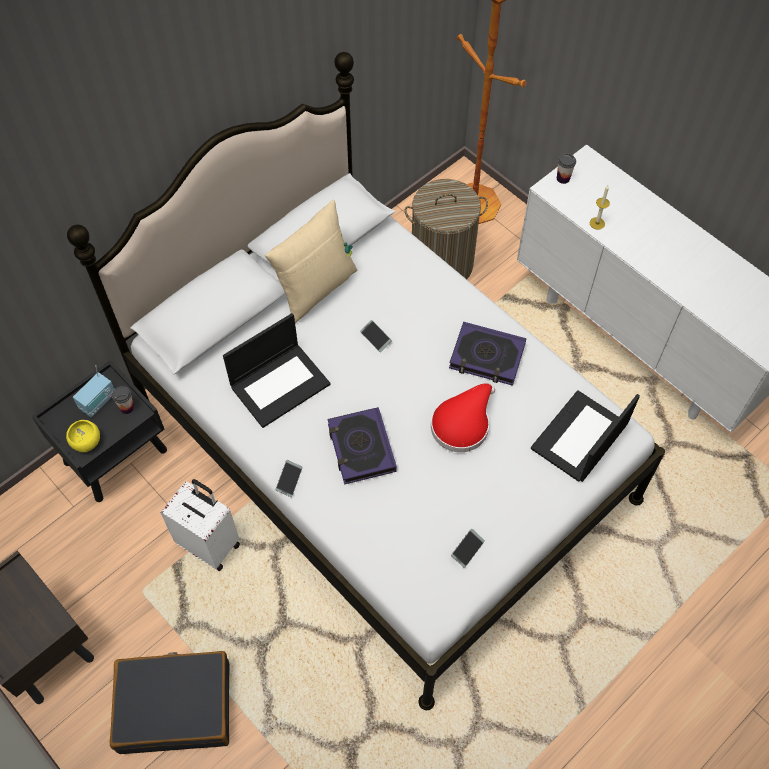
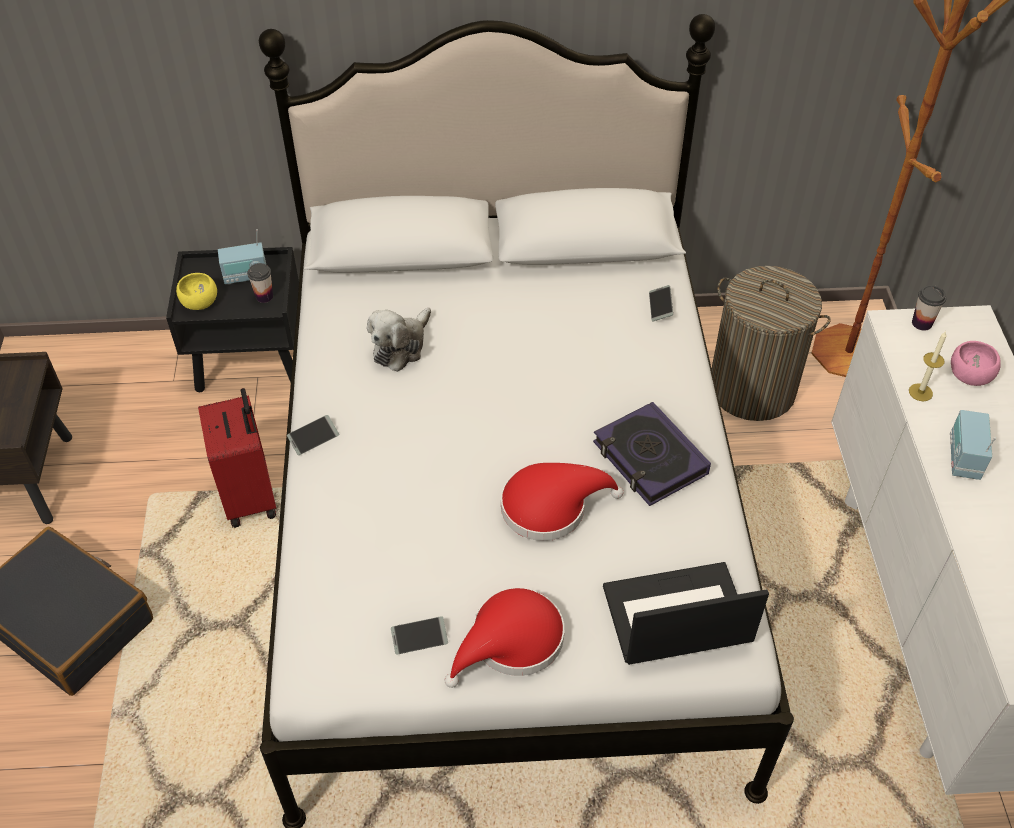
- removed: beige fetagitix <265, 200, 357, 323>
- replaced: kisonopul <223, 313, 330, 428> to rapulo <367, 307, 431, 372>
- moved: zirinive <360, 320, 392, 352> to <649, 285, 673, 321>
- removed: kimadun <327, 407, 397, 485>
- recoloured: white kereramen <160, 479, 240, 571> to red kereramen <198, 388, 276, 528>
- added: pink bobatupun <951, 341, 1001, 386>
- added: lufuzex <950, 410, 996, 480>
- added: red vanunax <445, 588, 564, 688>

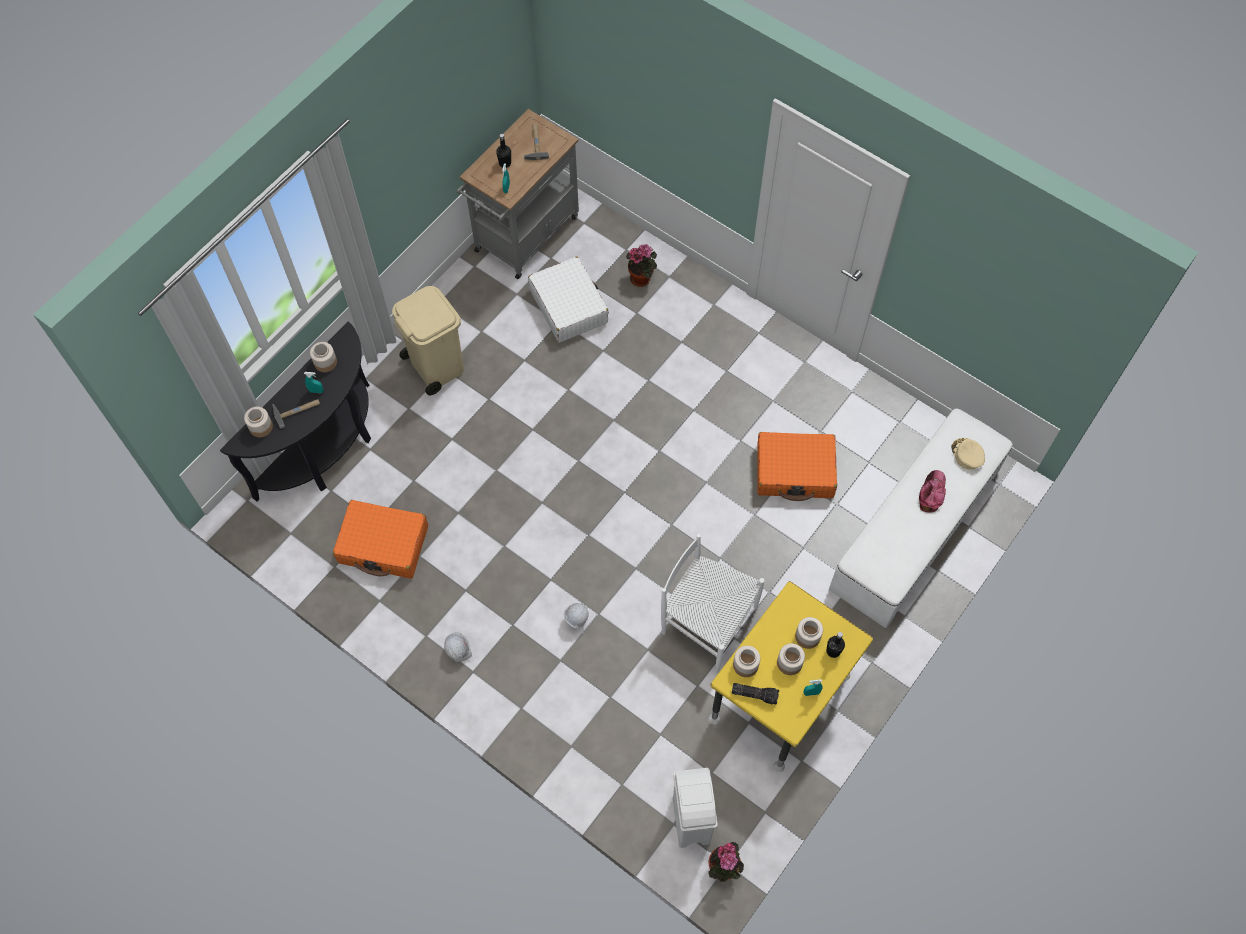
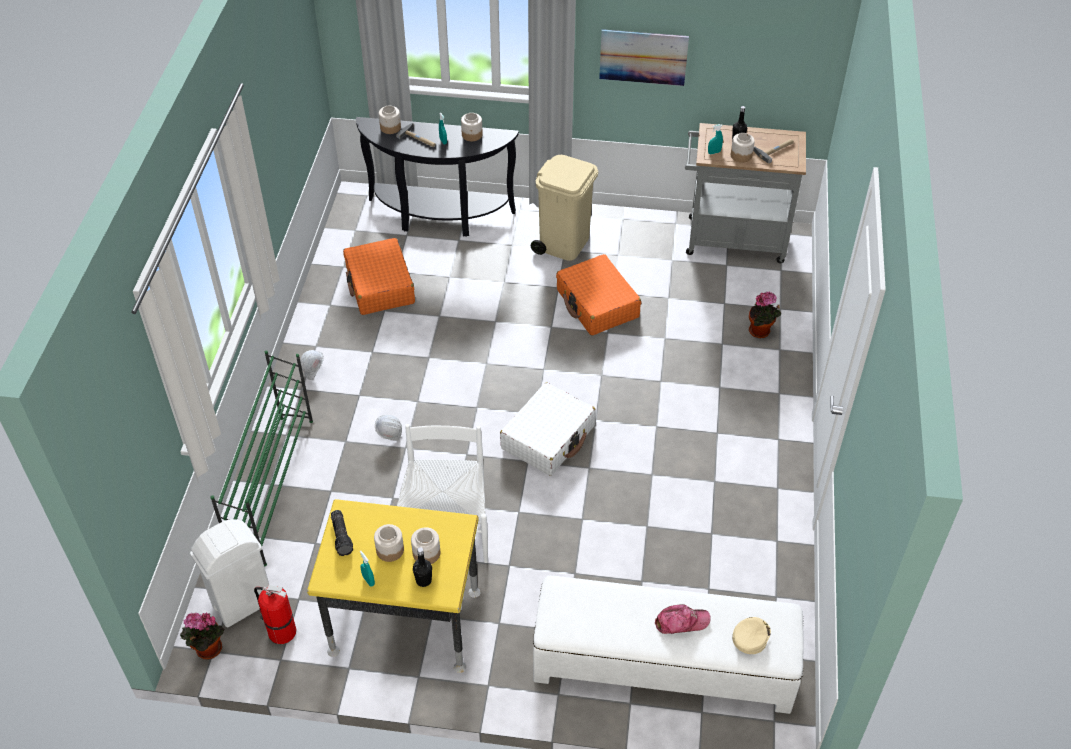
- moved: white kereramen <528, 257, 609, 343> to <500, 382, 596, 476>
- moved: orange kereramen <757, 432, 837, 501> to <556, 254, 641, 336>
- moved: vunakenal <733, 646, 760, 677> to <731, 133, 755, 163>
- added: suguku <599, 29, 689, 86>
- added: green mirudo <210, 350, 313, 566>
- added: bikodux <254, 585, 296, 644>

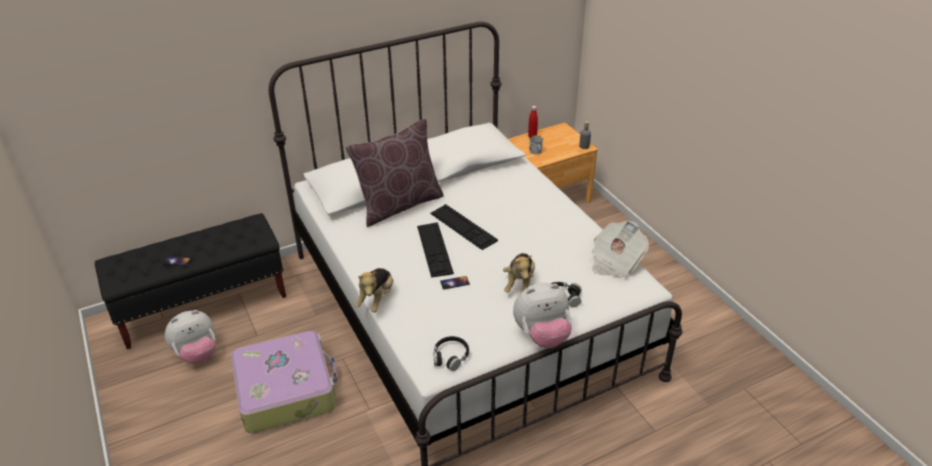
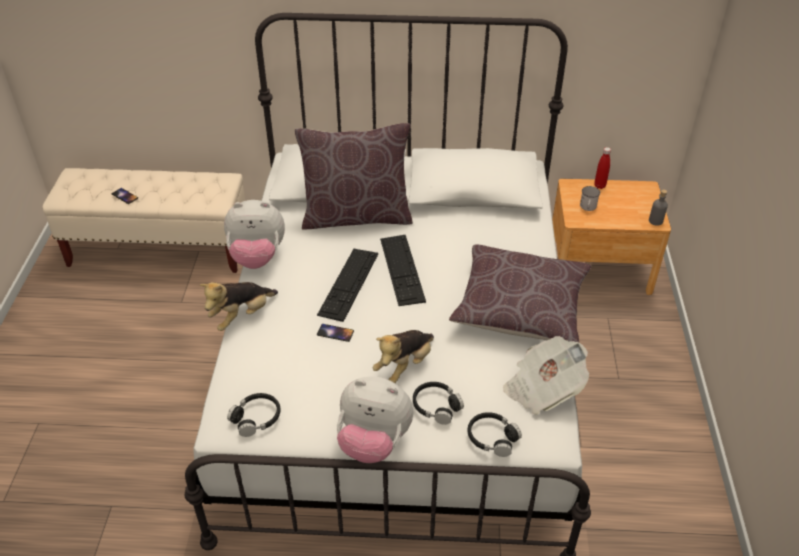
- recoloured: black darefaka <95, 213, 286, 349> to beige darefaka <42, 168, 245, 273>
- moved: rapulo <165, 310, 215, 364> to <224, 200, 285, 269>
- removed: kereramen <231, 331, 337, 433>
- added: brown fetagitix <449, 245, 591, 343>
- added: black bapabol <468, 412, 522, 457>

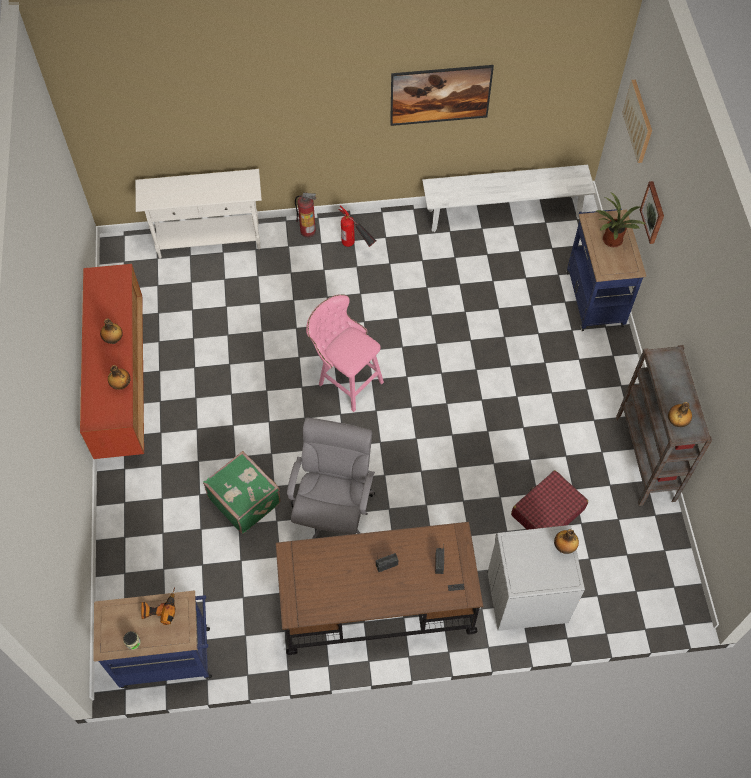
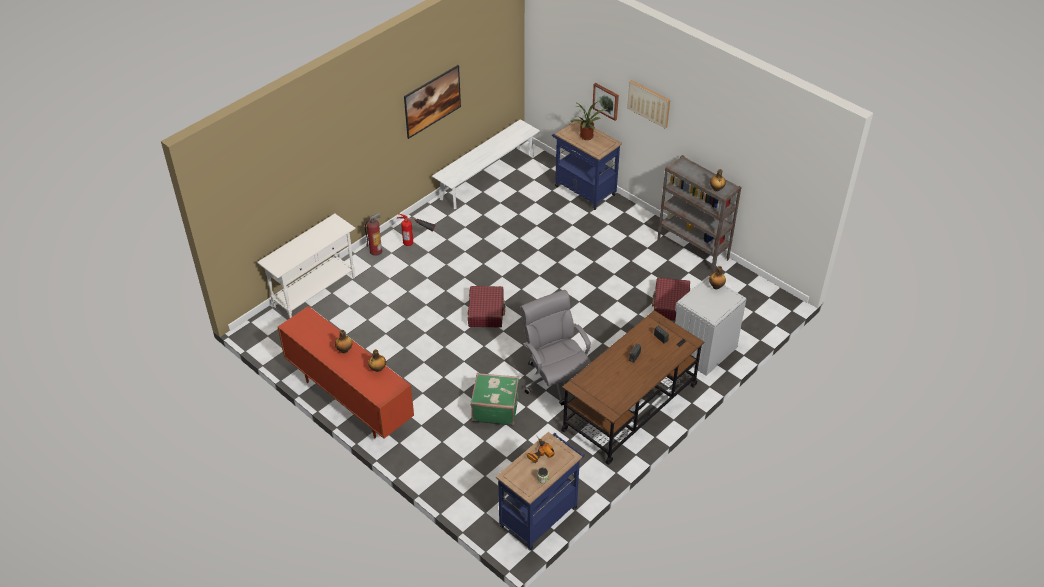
- moved: suguku <622, 80, 652, 163> to <627, 80, 670, 129>
- replaced: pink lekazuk <306, 294, 384, 412> to red kereramen <468, 286, 505, 328>

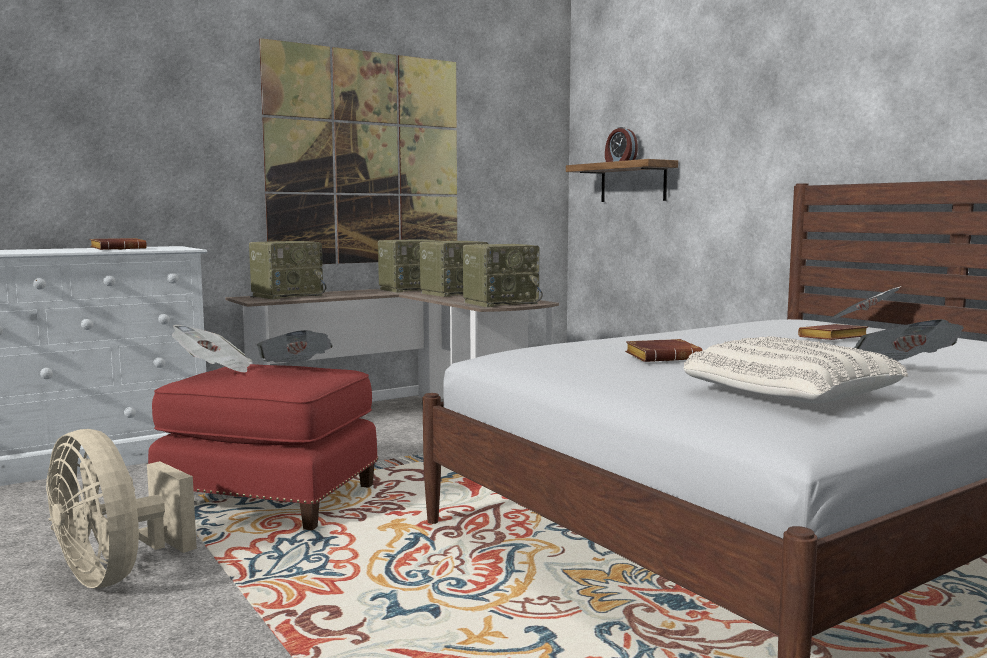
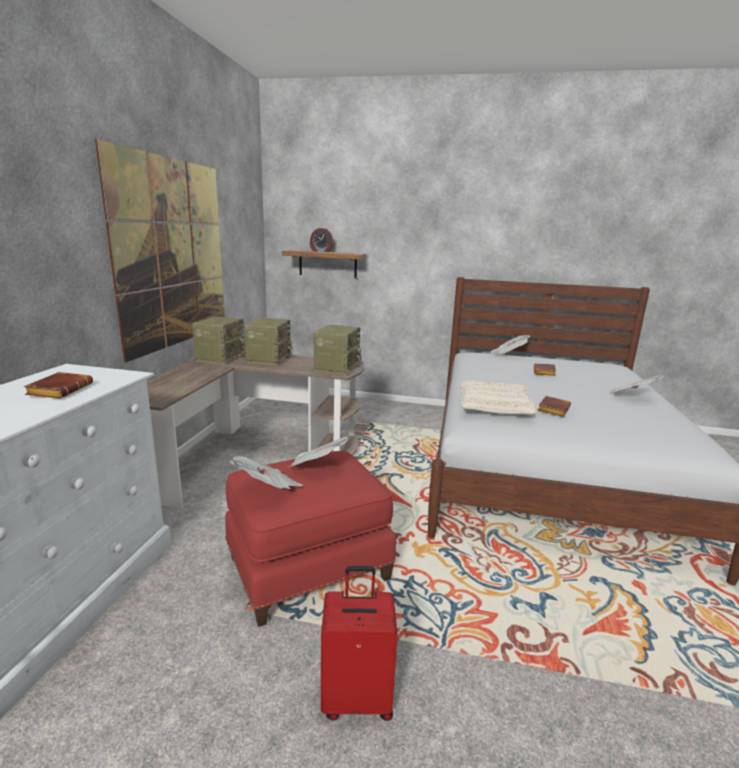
- removed: lufuzex <249, 241, 327, 300>
- moved: beige fetagitix <684, 336, 908, 403> to <460, 380, 537, 415>
- replaced: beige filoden <46, 429, 197, 588> to red kereramen <321, 566, 398, 721>

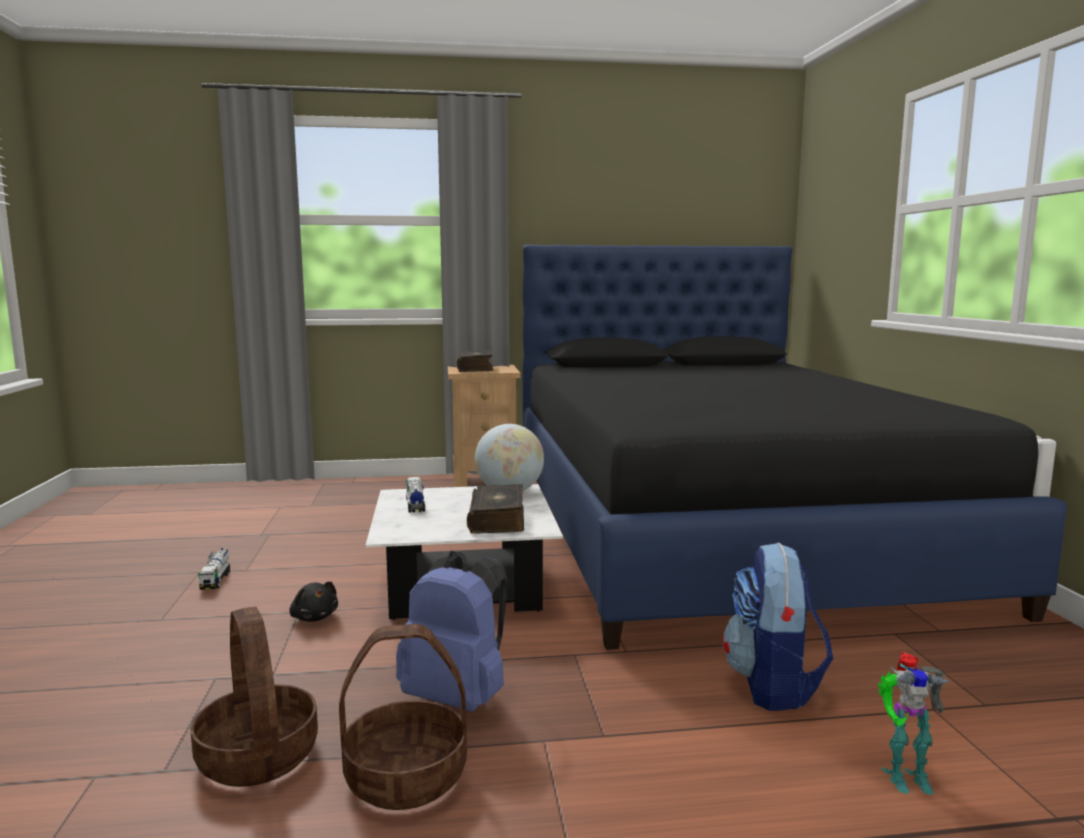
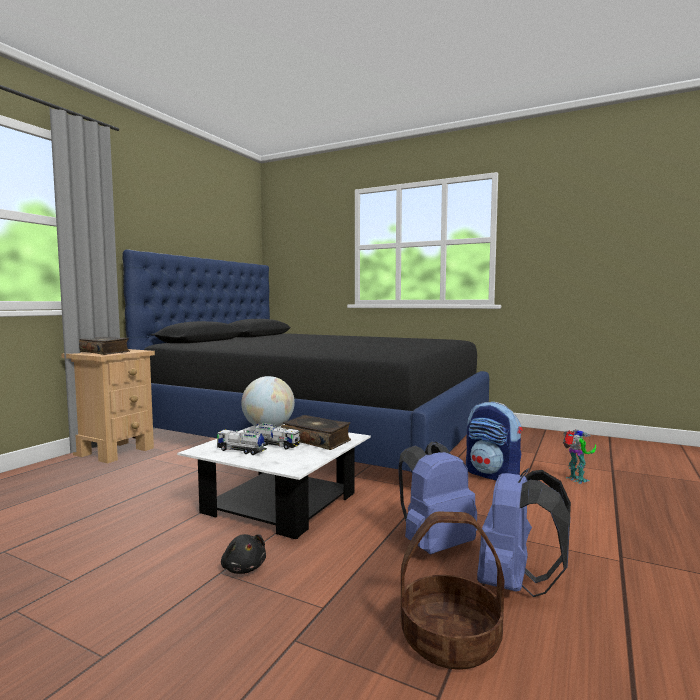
- moved: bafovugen <198, 548, 230, 590> to <255, 423, 300, 450>
- turned: black rapulo <289, 582, 338, 622> = <221, 534, 266, 574> 60 degrees clockwise
- replaced: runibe <339, 624, 467, 810> to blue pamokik <477, 468, 571, 597>
- turned: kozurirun <878, 652, 949, 795> = <563, 429, 596, 484> 60 degrees counterclockwise

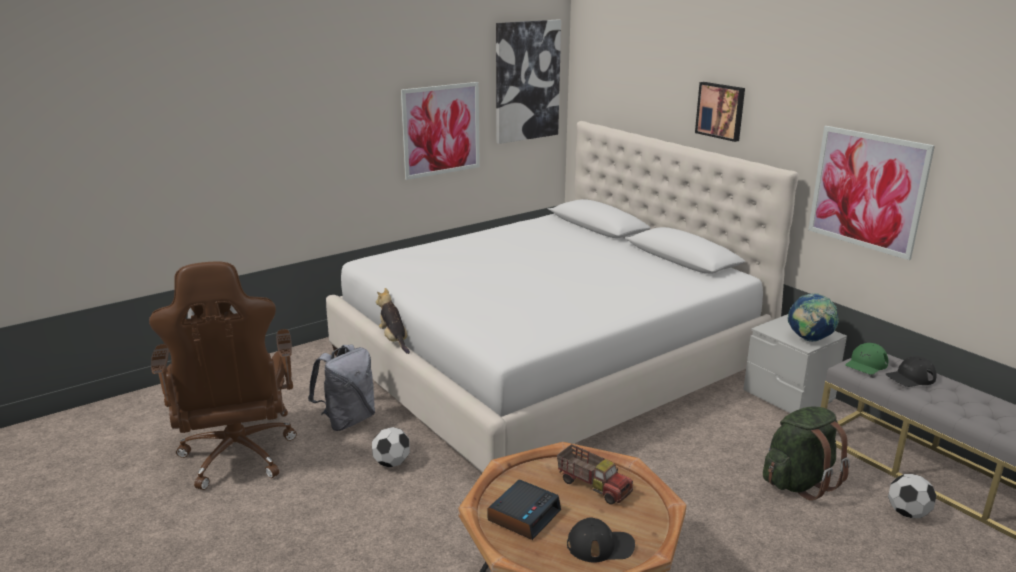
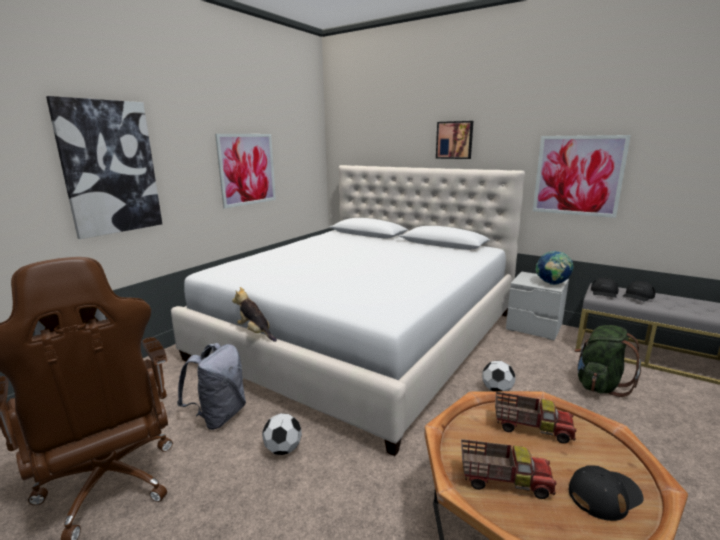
- moved: suguku <496, 20, 561, 144> to <46, 96, 162, 239>
- recoloured: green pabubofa <845, 343, 888, 375> to black pabubofa <591, 277, 619, 298>
- moved: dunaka <888, 474, 936, 518> to <482, 361, 516, 391>
- replaced: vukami <487, 480, 561, 540> to bafovugen <461, 439, 556, 499>

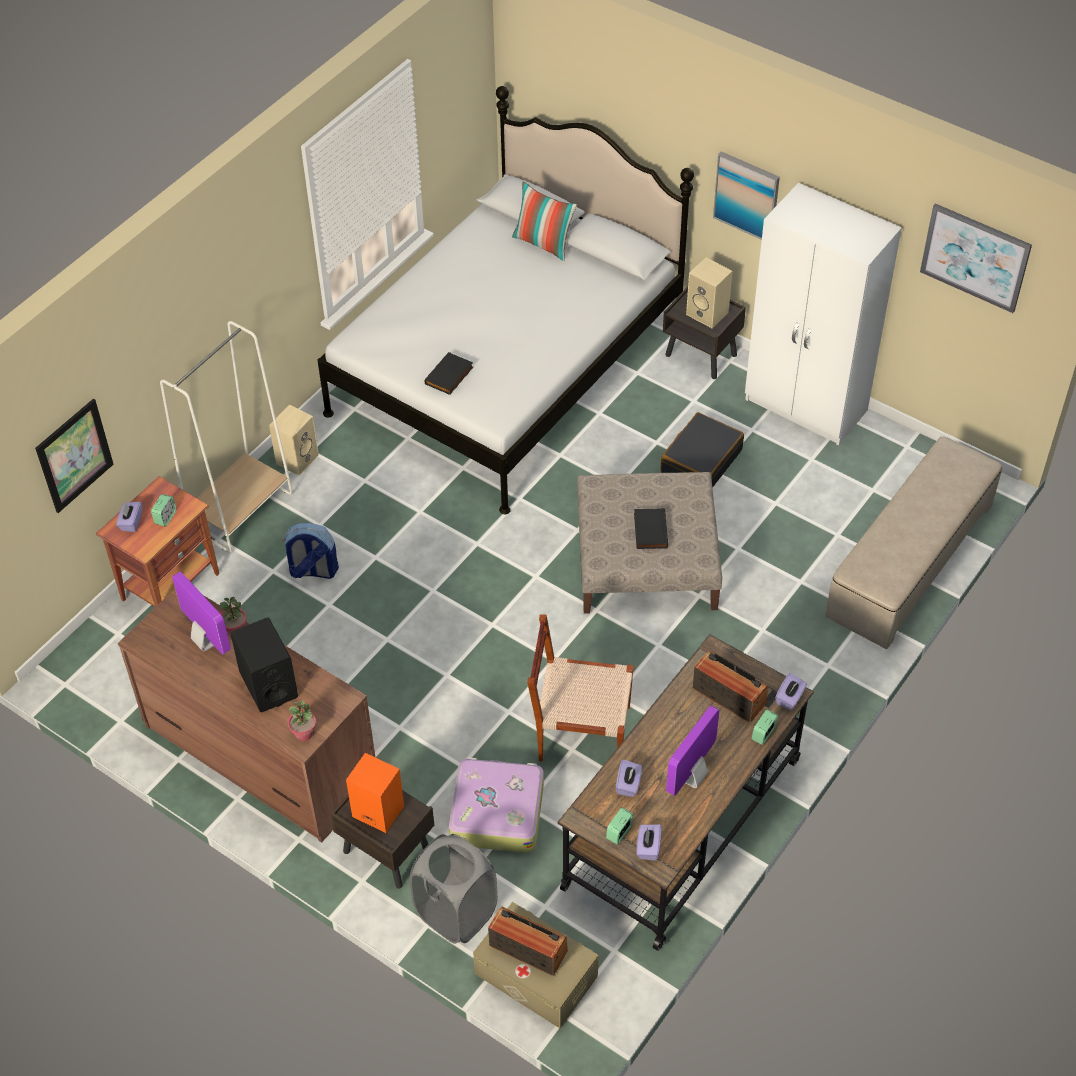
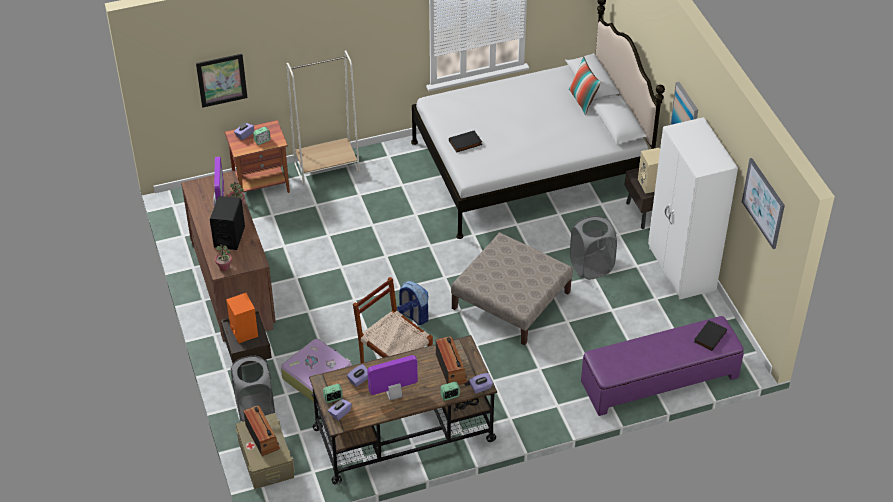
- removed: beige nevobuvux <269, 405, 319, 476>
- replaced: black kereramen <661, 412, 744, 488> to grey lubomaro <570, 215, 617, 280>
- recoloured: beige darefaka <825, 437, 1002, 649> to purple darefaka <581, 316, 744, 416>
- moved: black kimadun <634, 508, 668, 549> to <694, 320, 727, 351>
- moved: pamokik <283, 523, 339, 579> to <397, 281, 429, 325>

